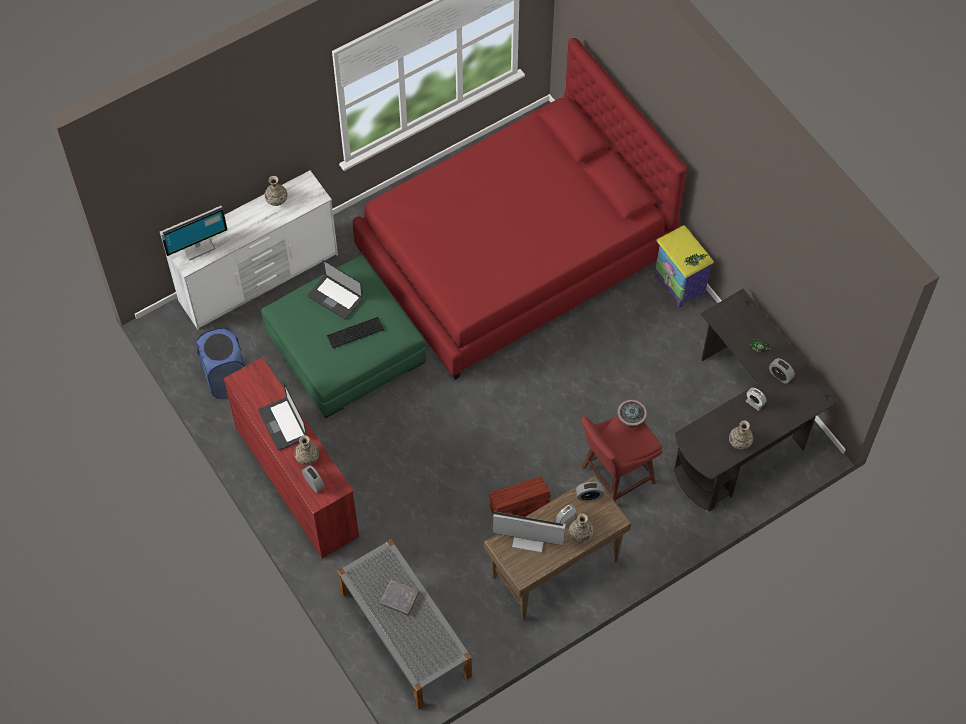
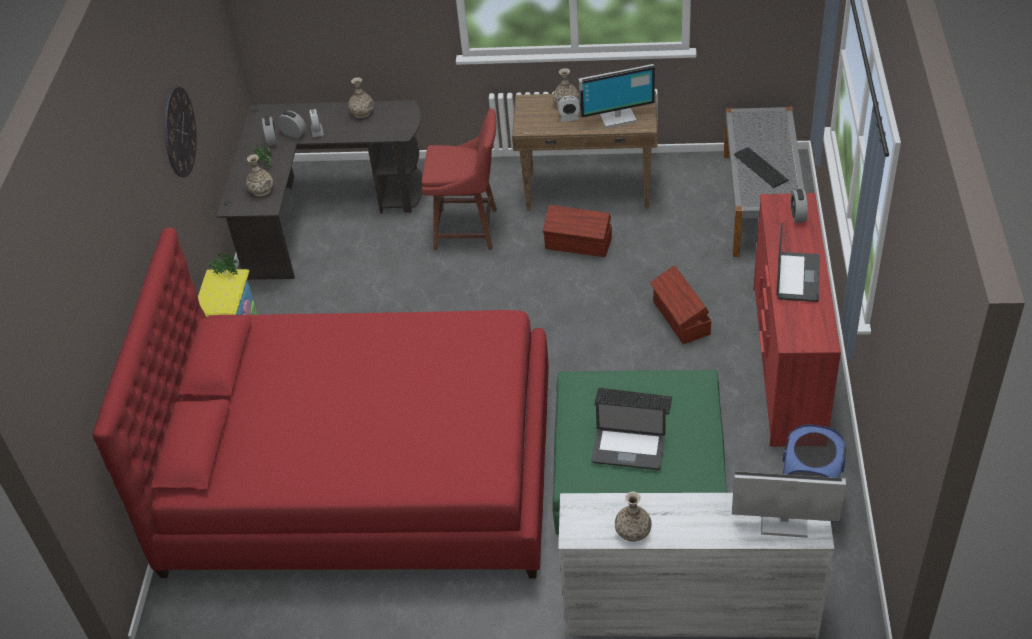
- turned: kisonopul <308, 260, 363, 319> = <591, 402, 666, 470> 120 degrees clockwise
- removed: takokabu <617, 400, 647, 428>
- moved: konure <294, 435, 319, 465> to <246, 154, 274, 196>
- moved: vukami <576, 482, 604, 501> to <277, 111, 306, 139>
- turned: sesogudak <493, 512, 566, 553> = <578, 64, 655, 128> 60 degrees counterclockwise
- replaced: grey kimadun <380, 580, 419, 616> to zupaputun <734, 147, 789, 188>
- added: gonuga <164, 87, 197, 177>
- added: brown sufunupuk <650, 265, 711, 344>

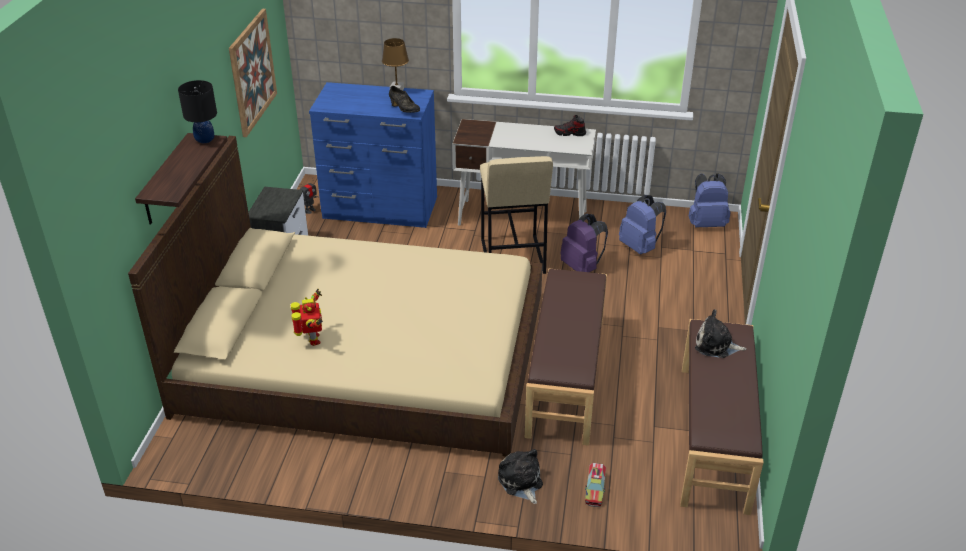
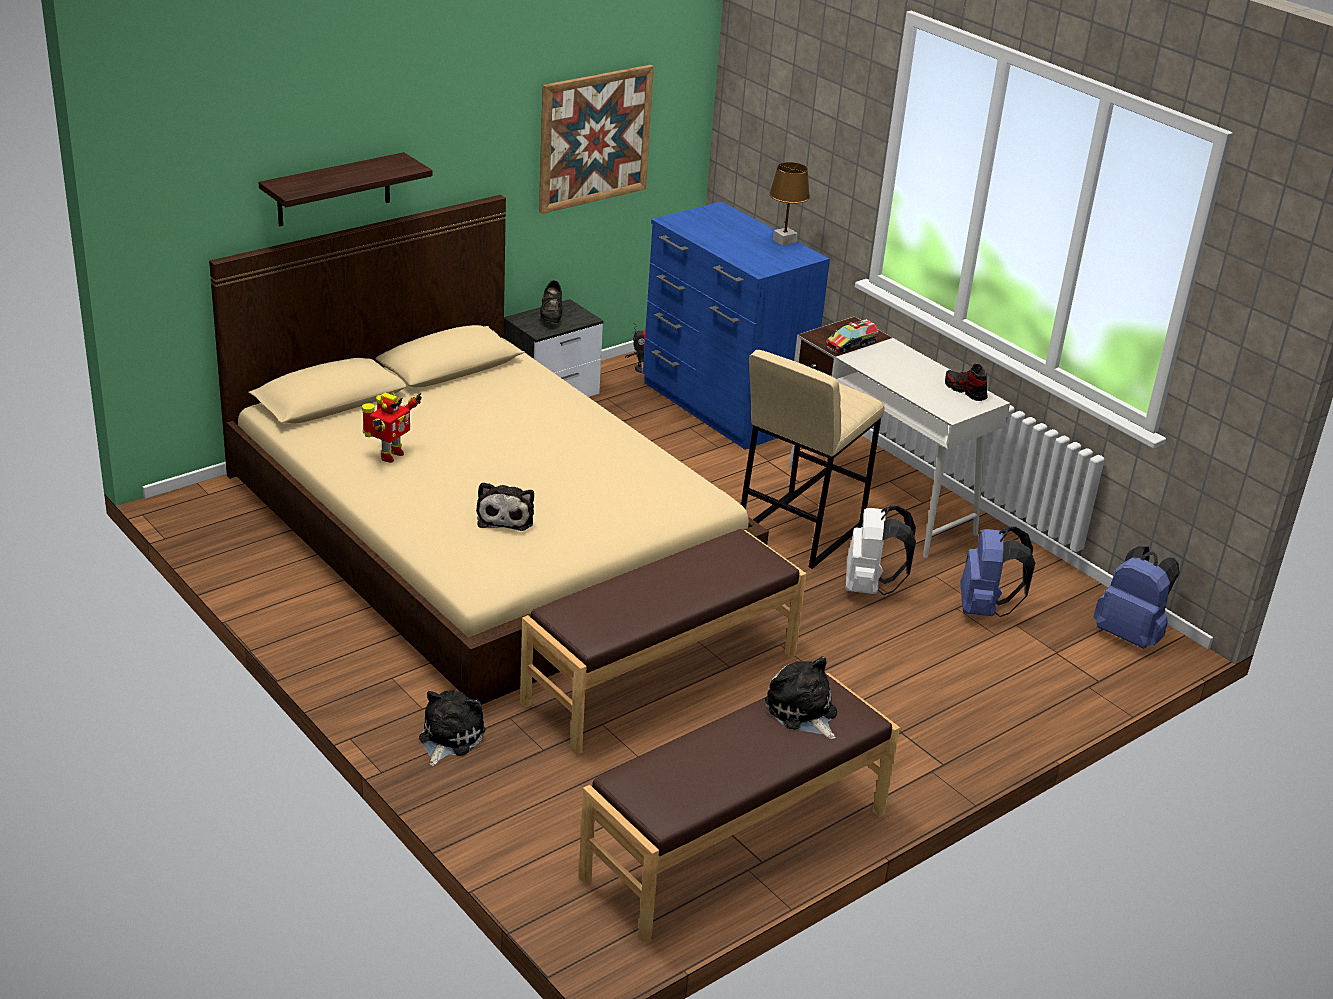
- removed: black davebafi <178, 80, 217, 143>
- moved: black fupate <389, 86, 420, 113> to <540, 280, 562, 323>
- recoloured: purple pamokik <561, 214, 608, 272> to white pamokik <846, 506, 916, 595>
- moved: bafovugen <585, 463, 606, 507> to <826, 319, 879, 353>
- added: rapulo <476, 482, 534, 531>

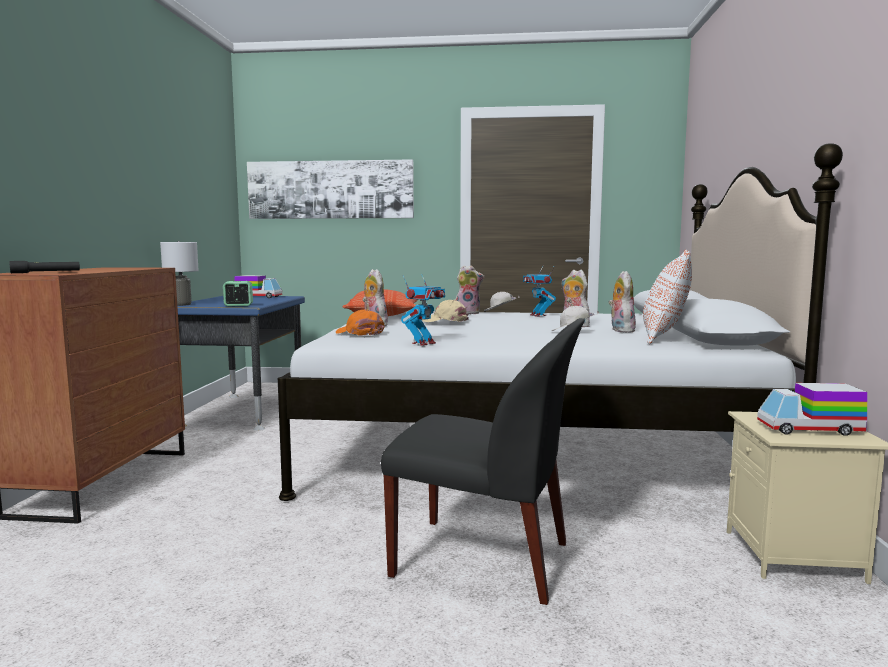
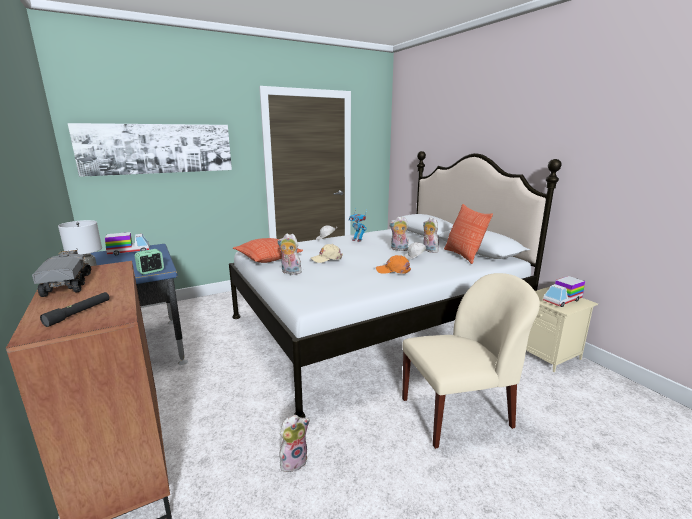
- recoloured: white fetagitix <643, 250, 692, 344> to orange fetagitix <444, 204, 493, 264>
- moved: rapulo <456, 265, 484, 314> to <280, 415, 310, 472>
- removed: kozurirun <401, 274, 445, 346>
- moved: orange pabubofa <336, 309, 385, 336> to <376, 255, 411, 274>
- recoloured: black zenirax <381, 318, 585, 605> to beige zenirax <402, 273, 540, 449>
- added: bafovugen <32, 250, 91, 297>

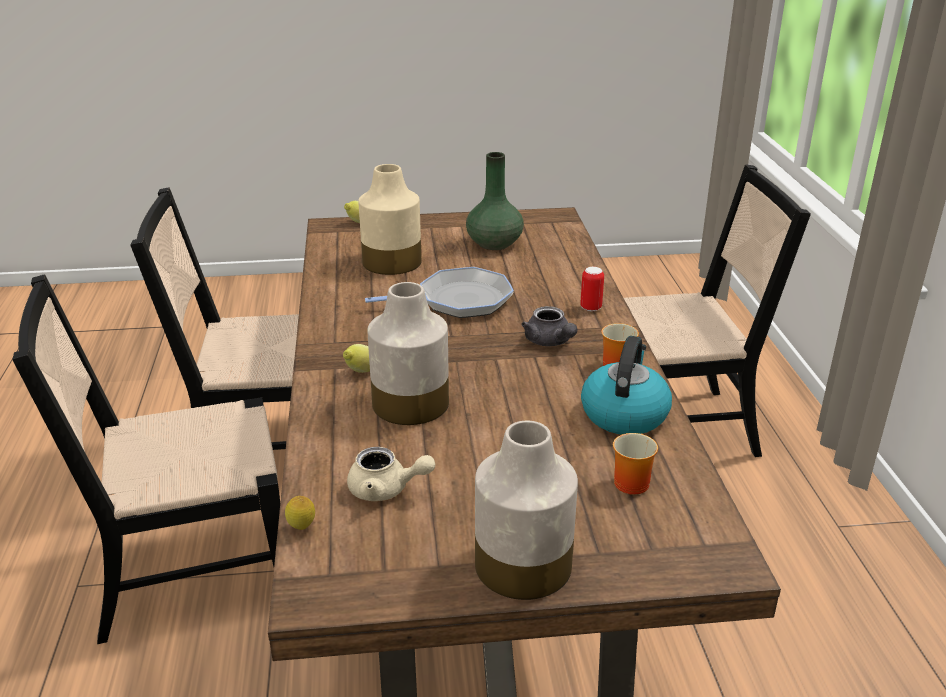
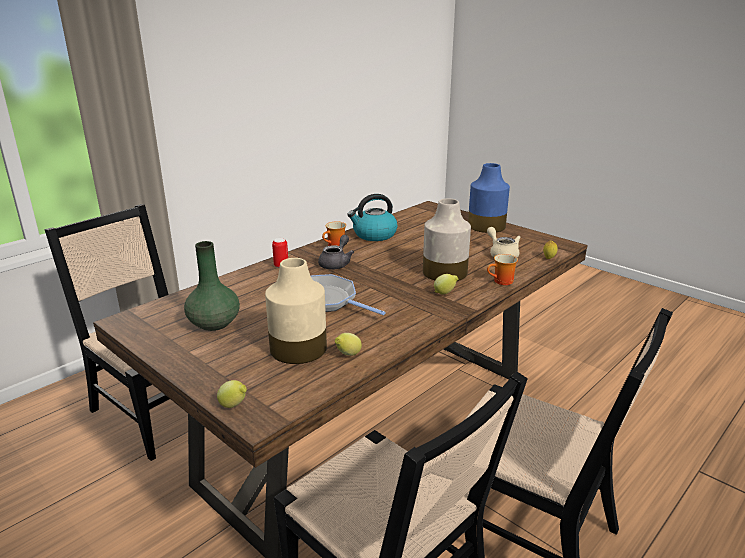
- recoloured: beige konure <475, 421, 578, 600> to blue konure <468, 163, 510, 233>
- moved: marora <613, 433, 658, 495> to <487, 254, 518, 285>
- added: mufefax <335, 333, 362, 356>

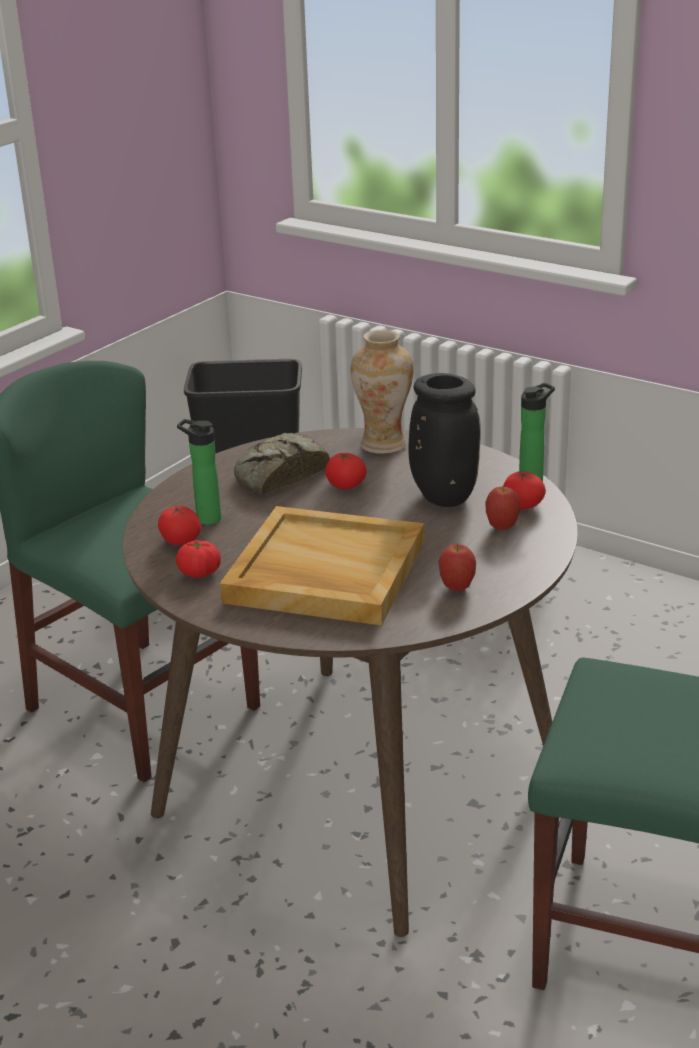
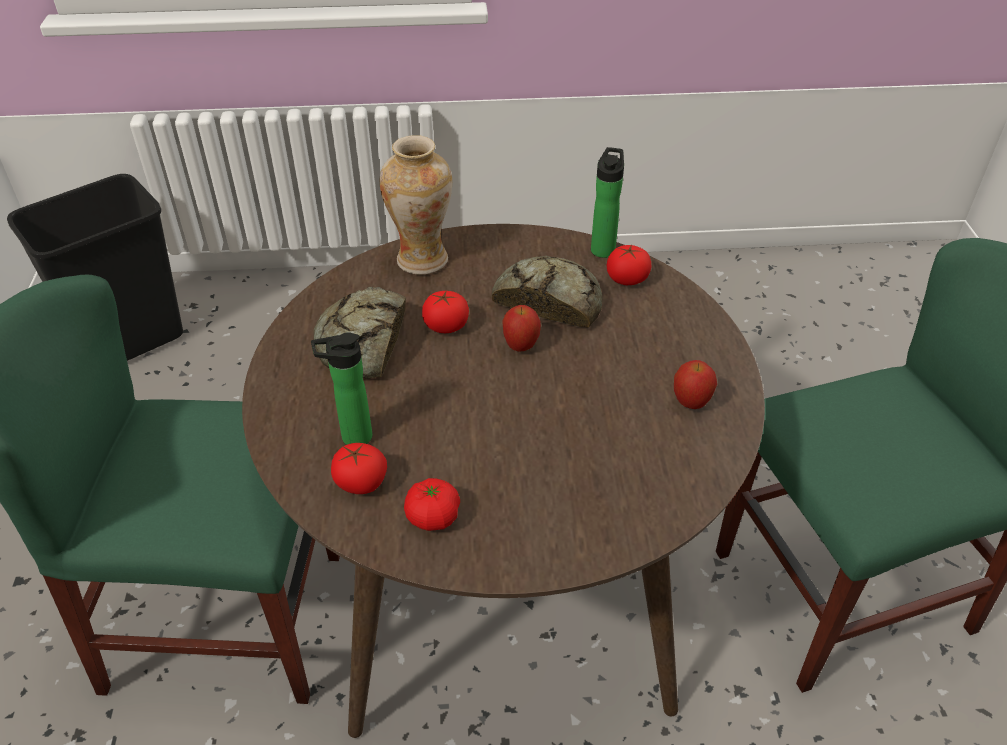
- replaced: black konure <408, 373, 481, 507> to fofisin <492, 256, 602, 327>
- moved: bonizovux <485, 486, 521, 530> to <502, 305, 541, 352>
- removed: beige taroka <220, 506, 424, 626>

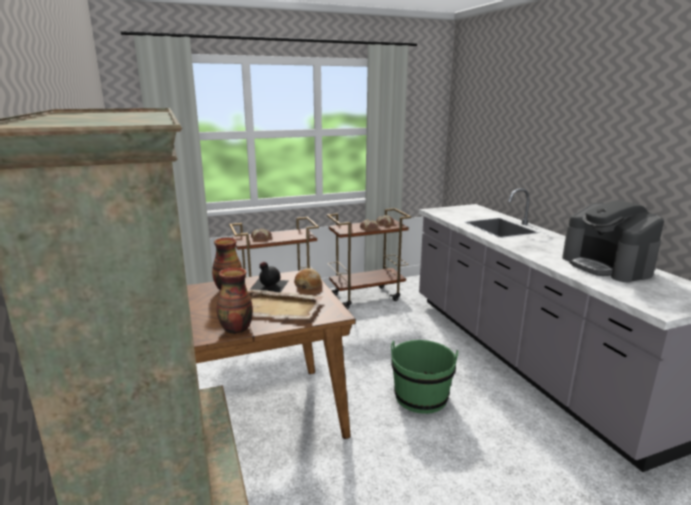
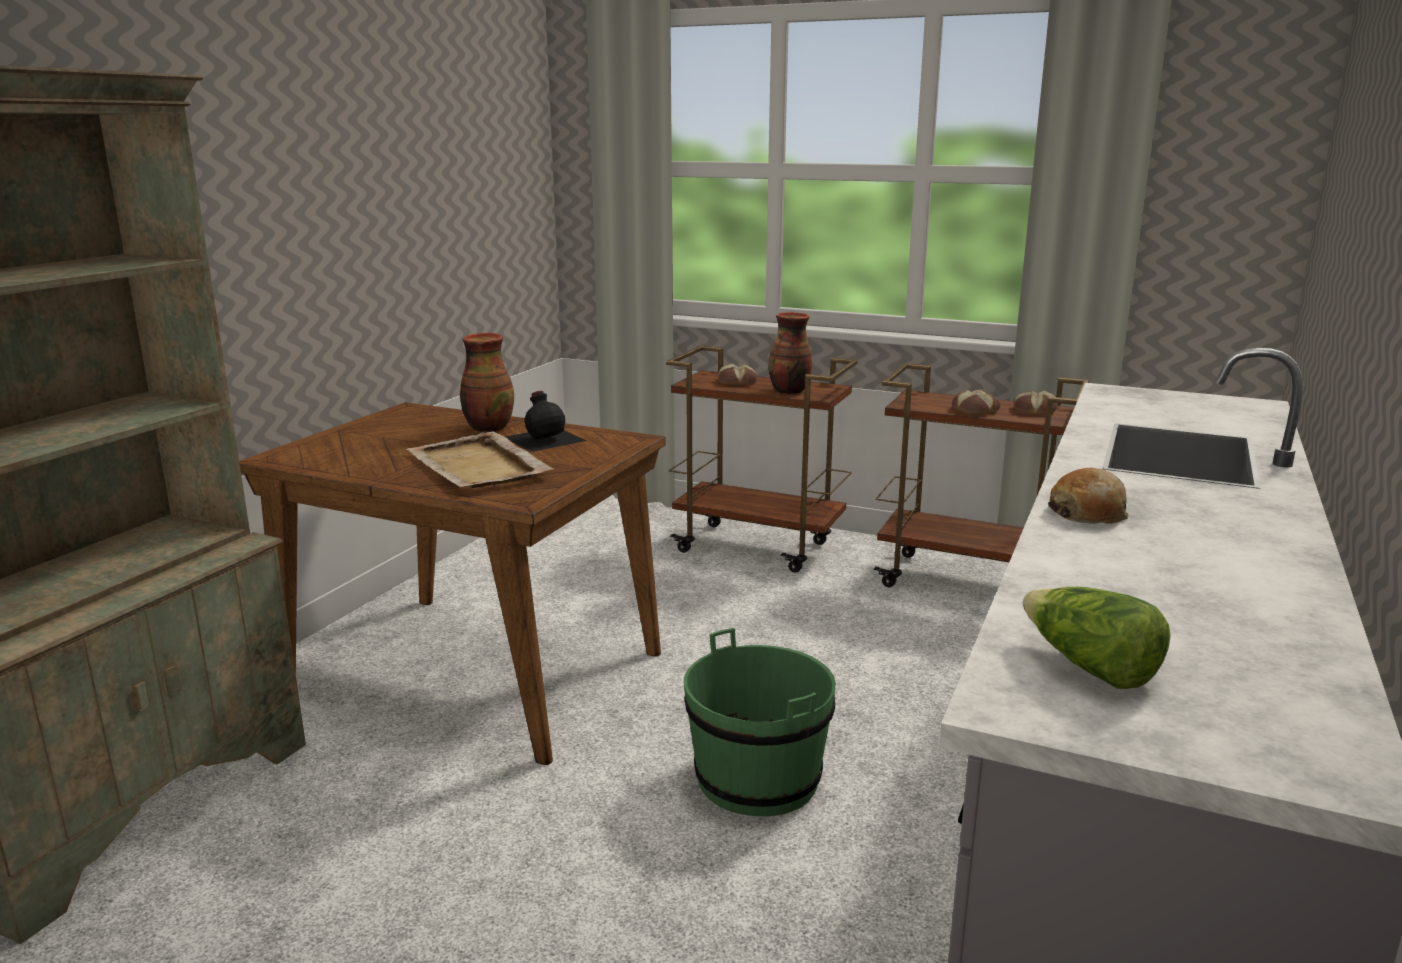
- removed: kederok <562, 201, 664, 282>
- moved: konure <217, 268, 253, 334> to <768, 312, 812, 394>
- moved: fofisin <294, 268, 321, 289> to <1048, 467, 1129, 524>
- added: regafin <1023, 587, 1171, 689>

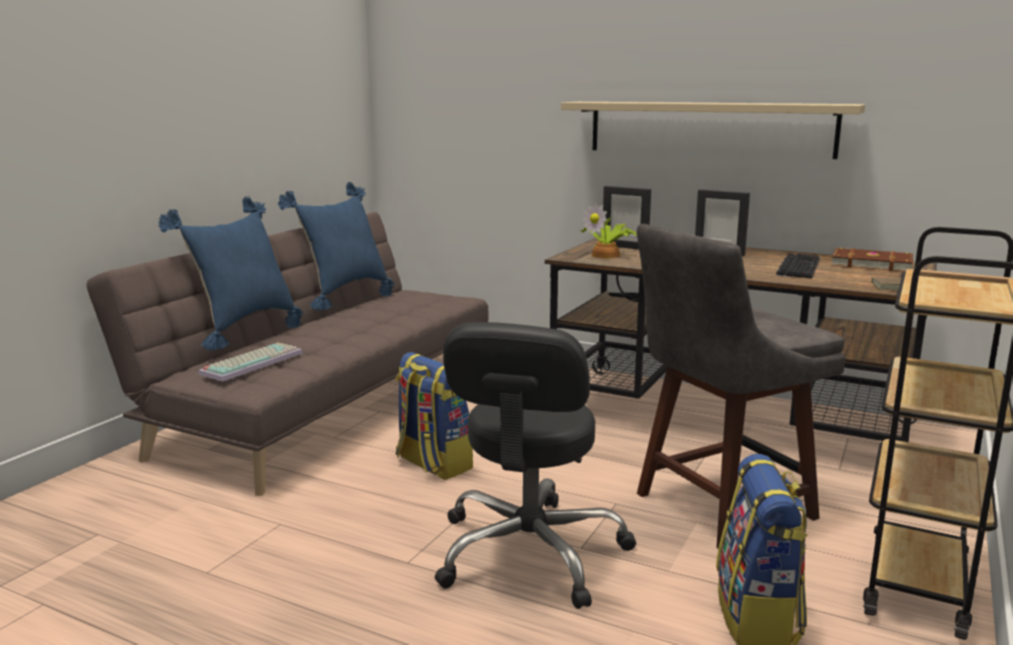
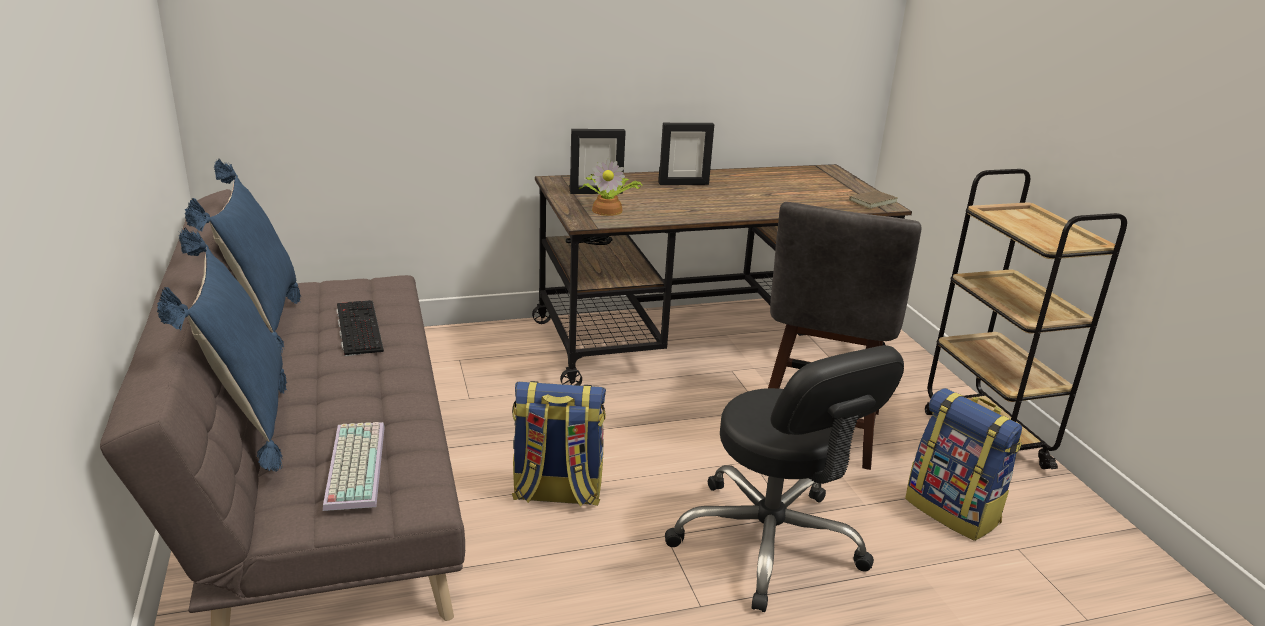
- removed: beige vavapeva <561, 102, 865, 159>
- removed: brown kimadun <831, 248, 913, 272>
- moved: zupaputun <776, 254, 820, 279> to <336, 300, 384, 356>

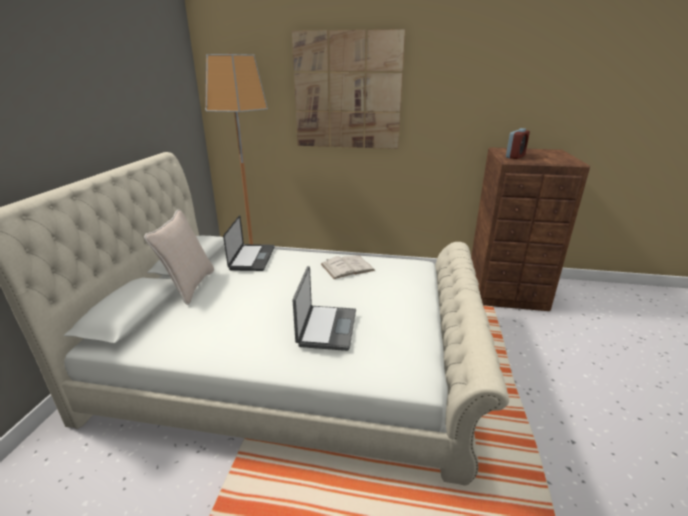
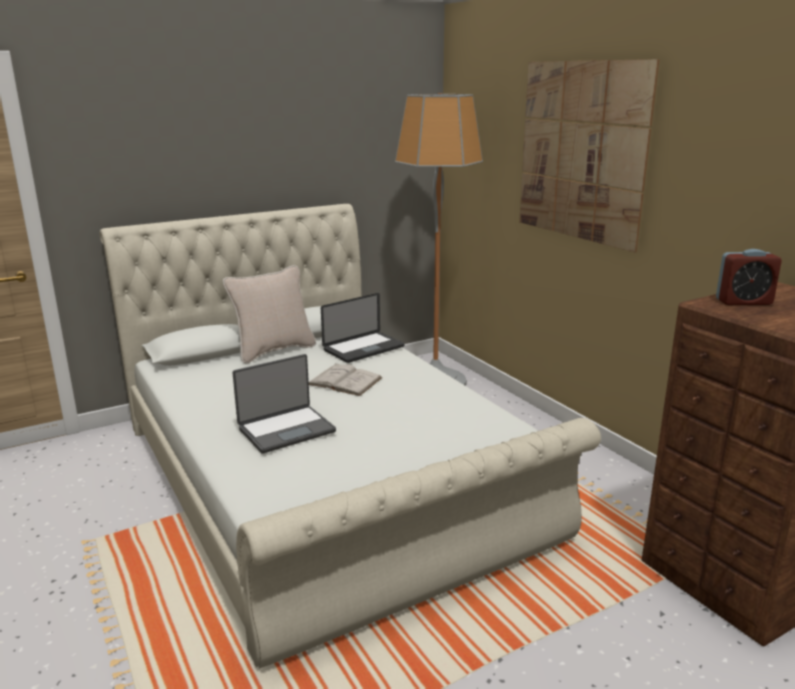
- moved: white kimadun <321, 255, 375, 279> to <309, 363, 382, 396>

